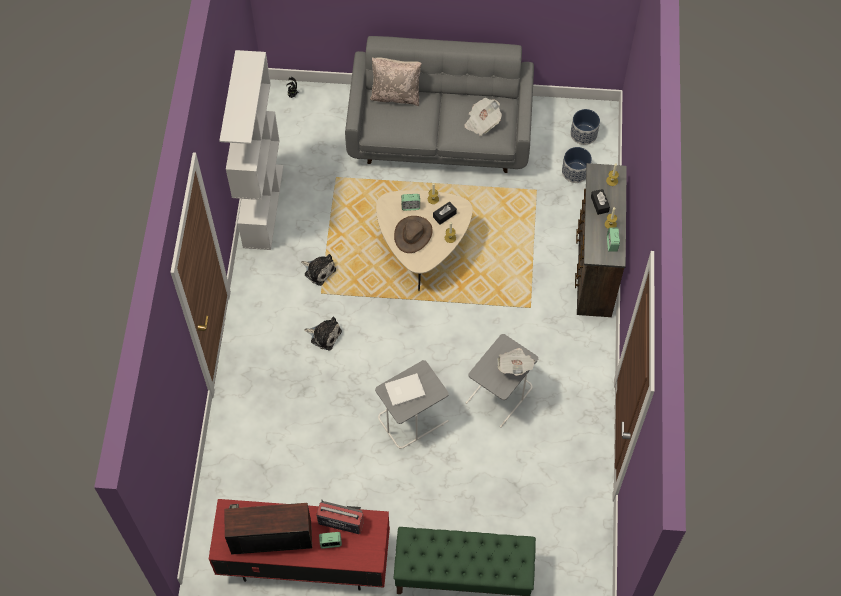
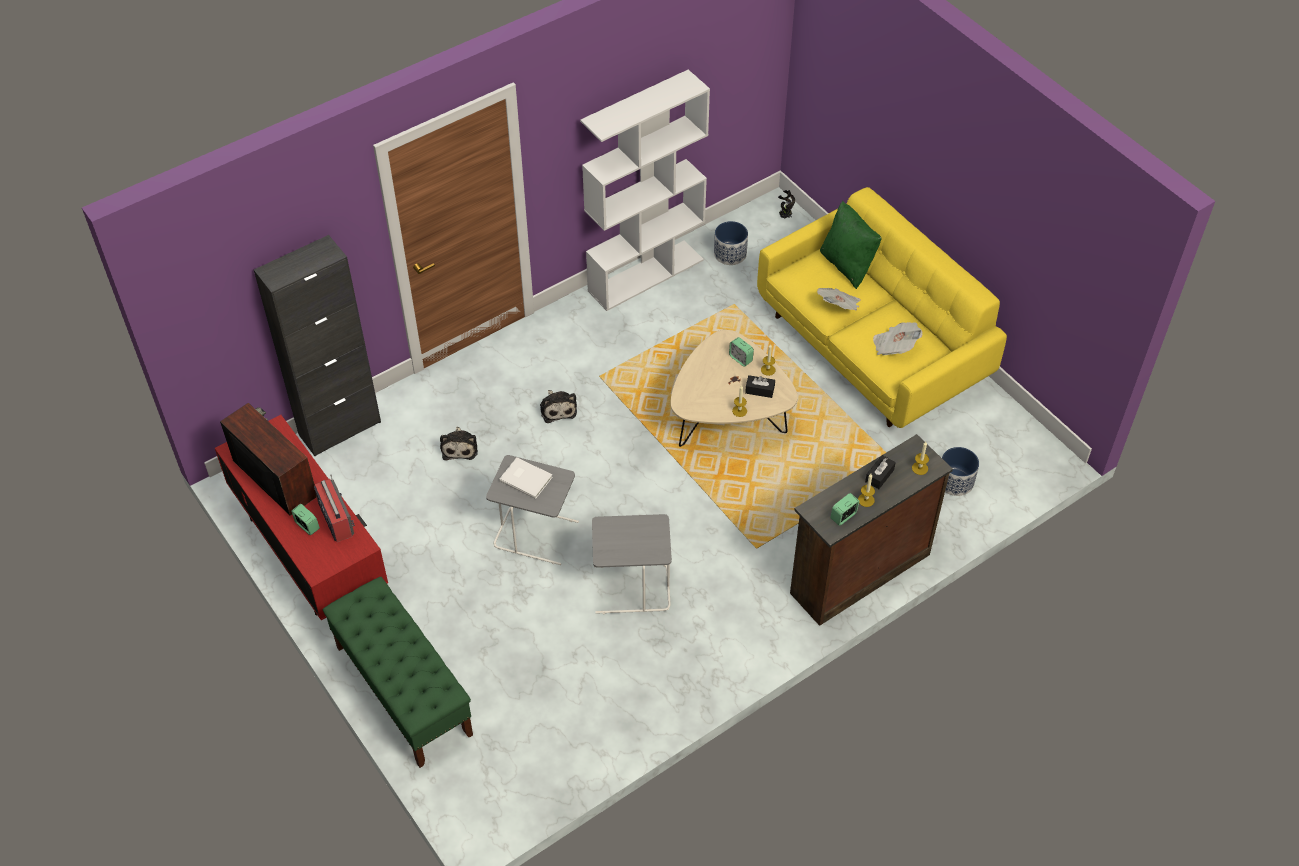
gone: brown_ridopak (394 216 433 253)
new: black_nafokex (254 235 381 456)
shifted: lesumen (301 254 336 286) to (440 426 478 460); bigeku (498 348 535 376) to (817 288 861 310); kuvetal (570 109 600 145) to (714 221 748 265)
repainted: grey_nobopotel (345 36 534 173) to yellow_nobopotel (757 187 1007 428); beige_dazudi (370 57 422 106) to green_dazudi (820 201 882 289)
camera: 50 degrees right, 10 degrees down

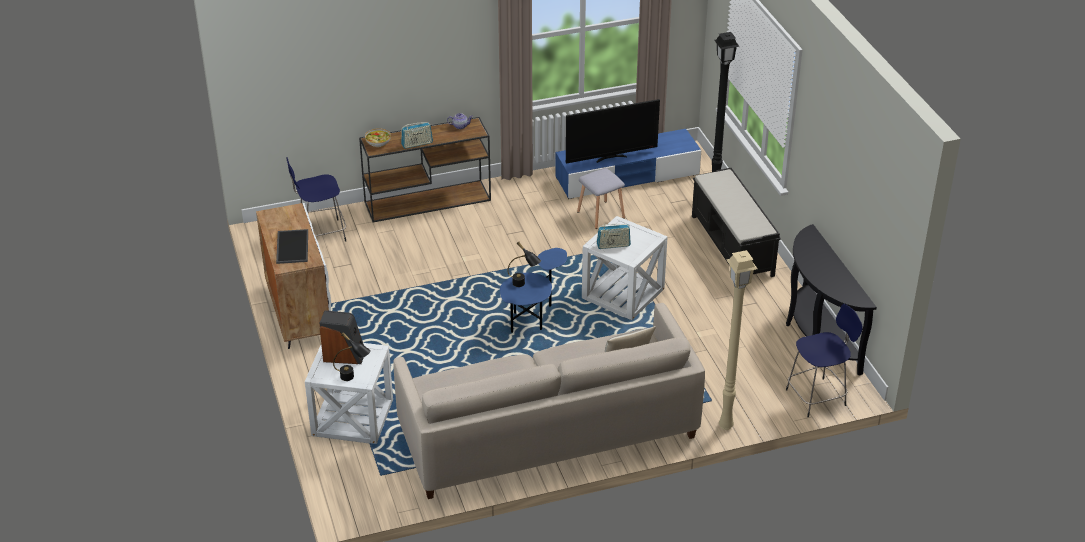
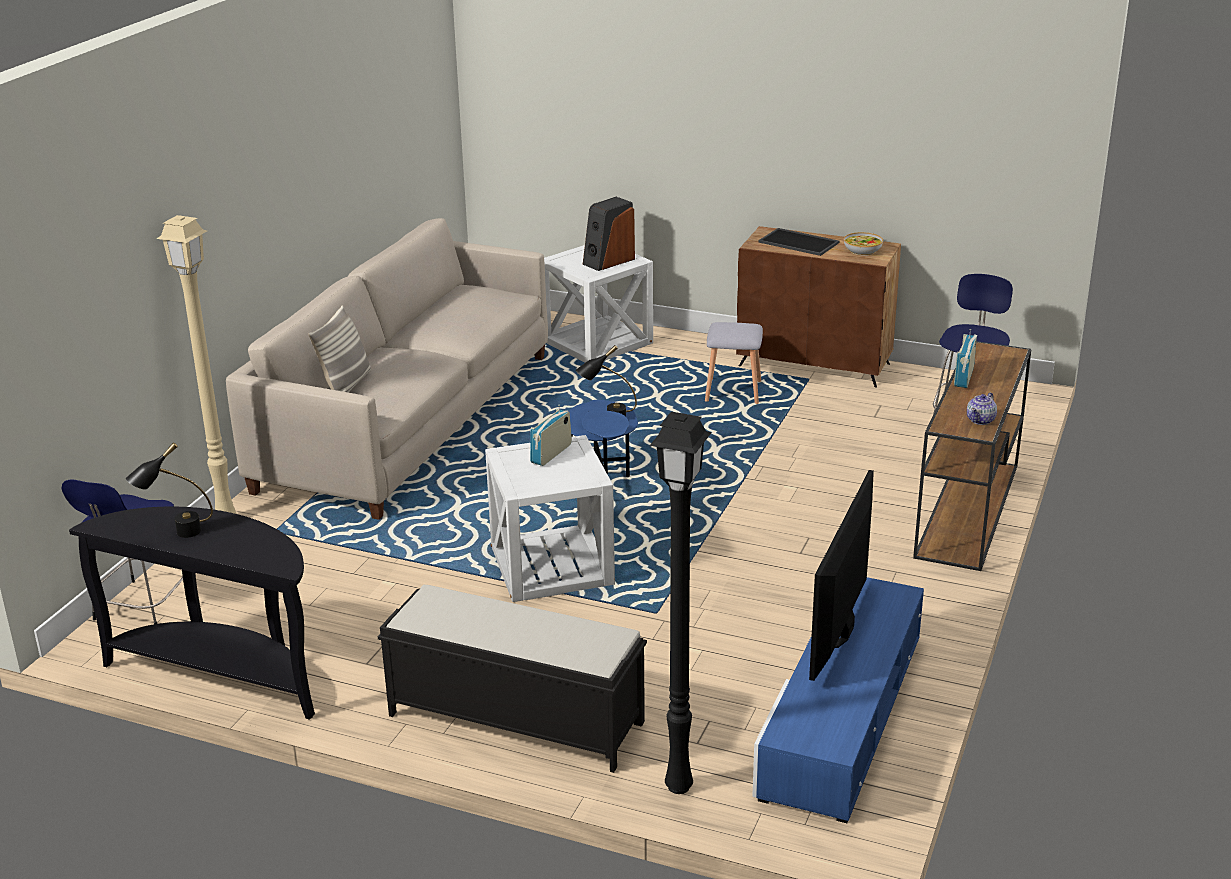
shifted: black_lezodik (333 332 371 381) to (126 443 213 538); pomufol (365 128 391 147) to (844 232 883 256); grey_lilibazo (577 168 625 229) to (705 322 763 404)
repainted: white_nafokex (256 203 331 349) to brown_nafokex (736 226 901 387)
camera: 130 degrees right, 10 degrees down

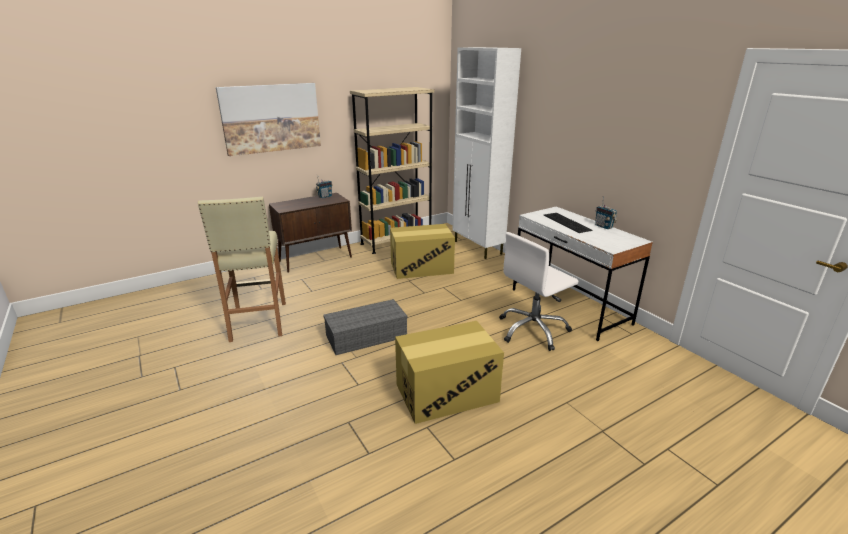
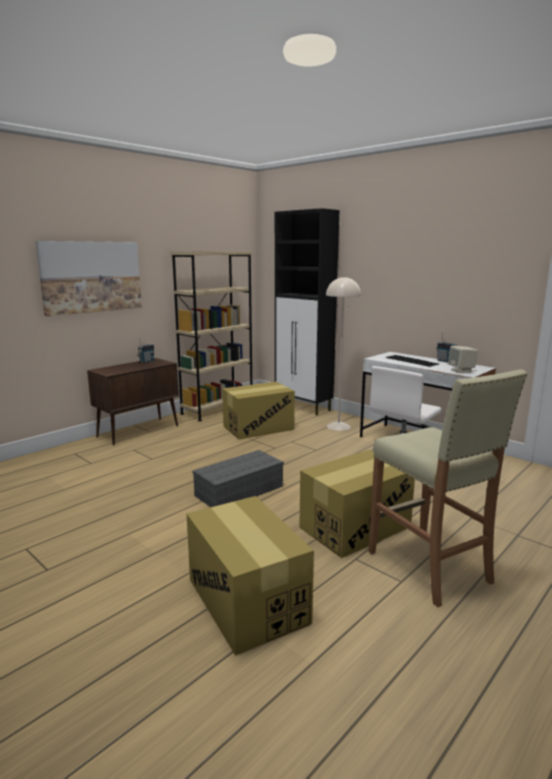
new: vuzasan (186 496 314 656); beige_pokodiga (326 276 361 431); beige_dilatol (448 346 478 373)
shifted: beige_lilibazo (198 197 286 342) to (368 369 528 607)
repainted: white_nafokex (453 47 521 259) to black_nafokex (275 208 339 415)
camera: 15 degrees left, 10 degrees down

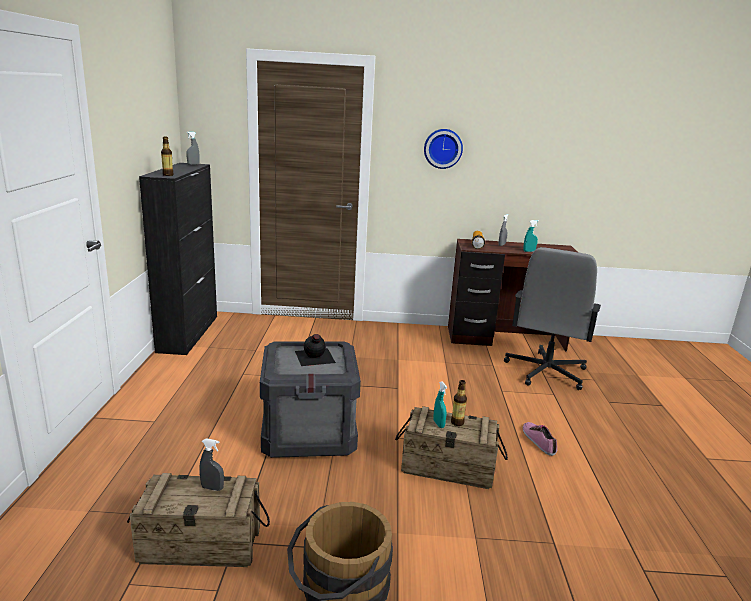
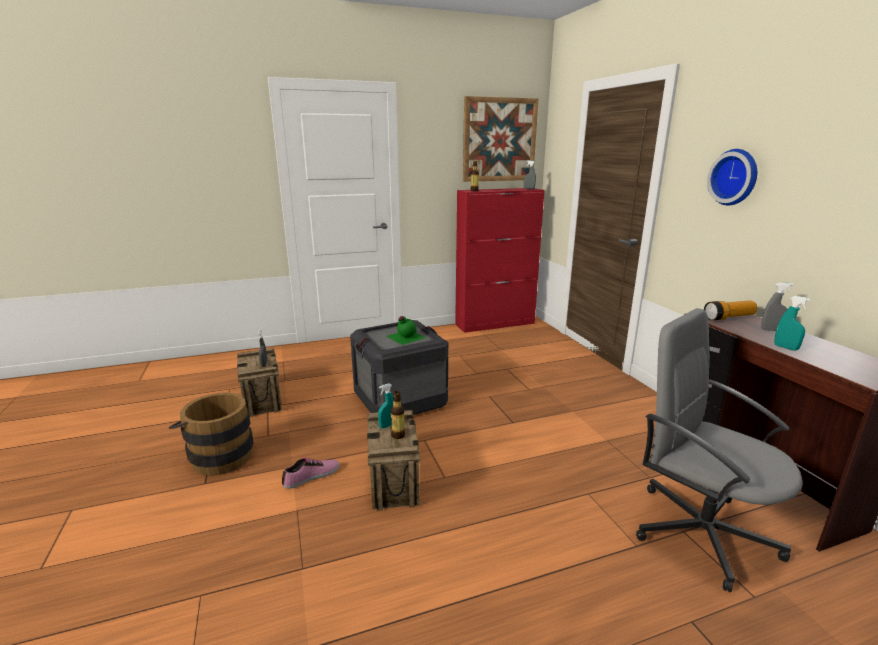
new: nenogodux (463 96 538 182)
shifted: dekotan (523 422 557 456) to (282 458 340 489)
repainted: black_nafokex (139 163 217 355) to red_nafokex (455 188 545 333); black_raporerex (295 334 336 366) to green_raporerex (386 316 426 345)
rotated: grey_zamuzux (504 247 601 390) = (636 308 803 592) 45 degrees clockwise
camera: 70 degrees right, 0 degrees up

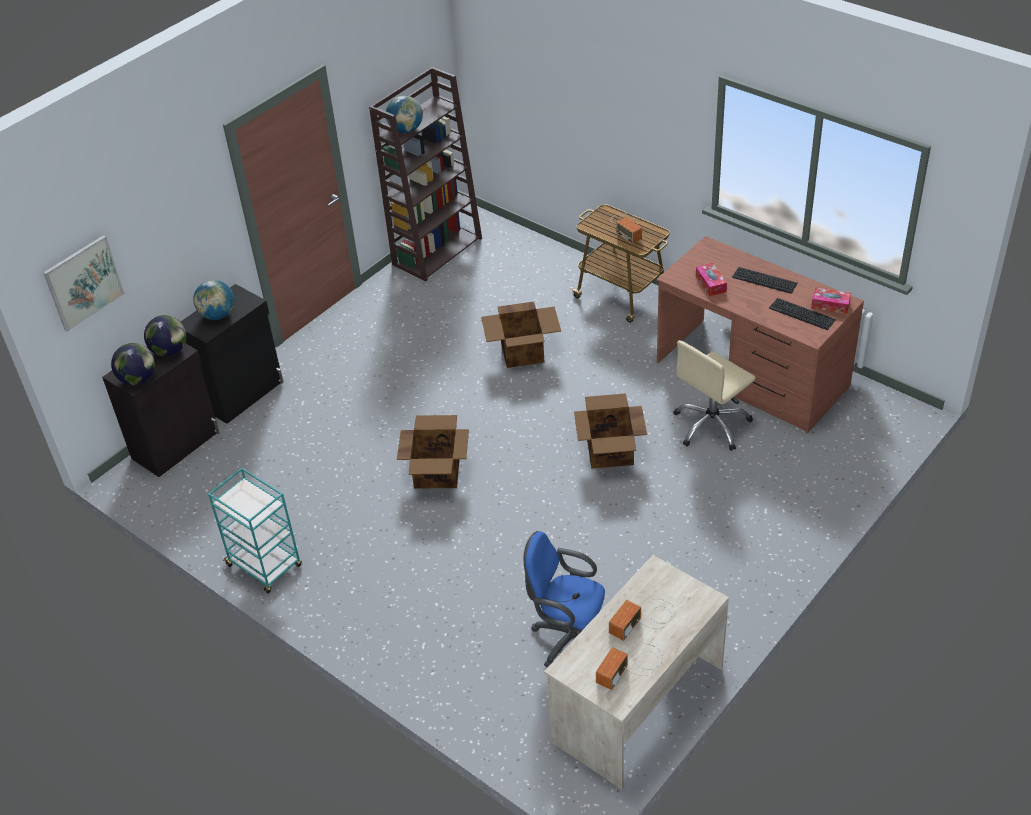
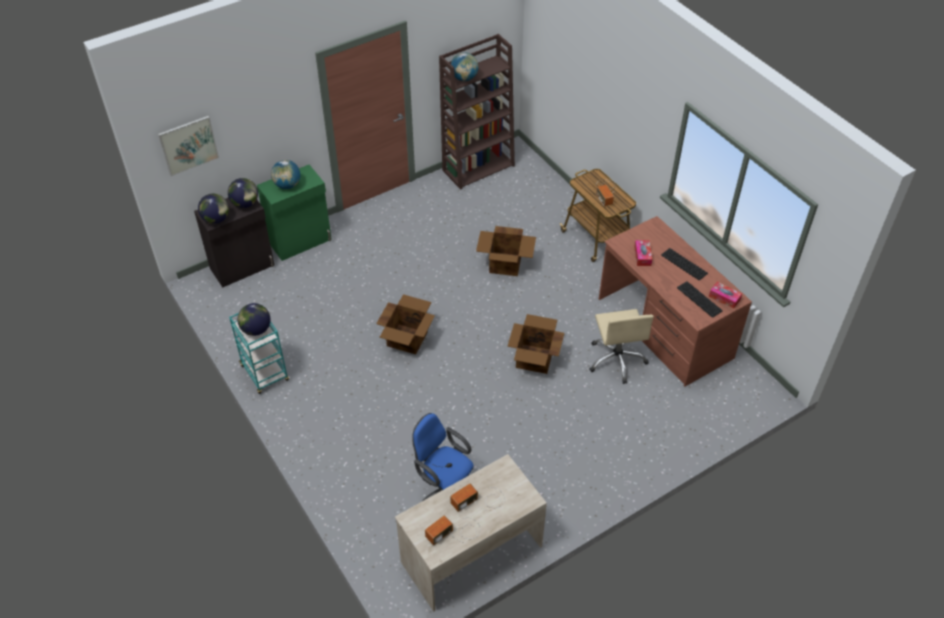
new: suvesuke (237 303 271 336)
repainted: black_nafokex (181 284 284 424) to green_nafokex (257 165 332 261)
rotated: beige_zamuzux (673 340 756 451) = (589 309 654 384) 75 degrees counterclockwise
camera: 15 degrees right, 5 degrees up

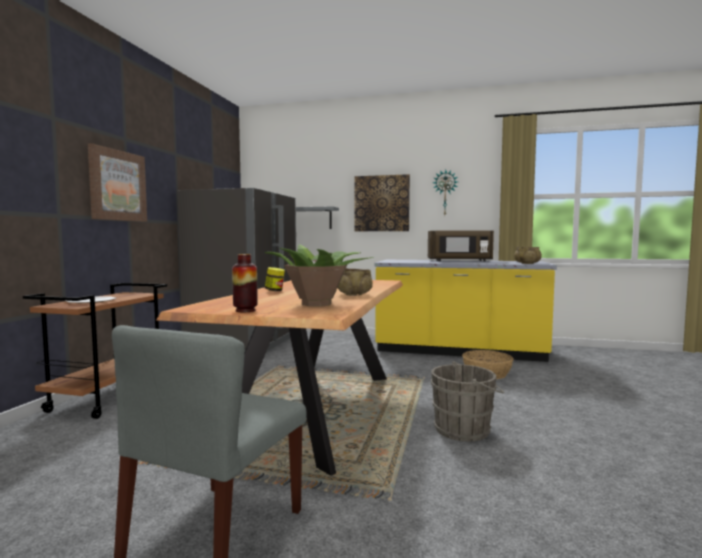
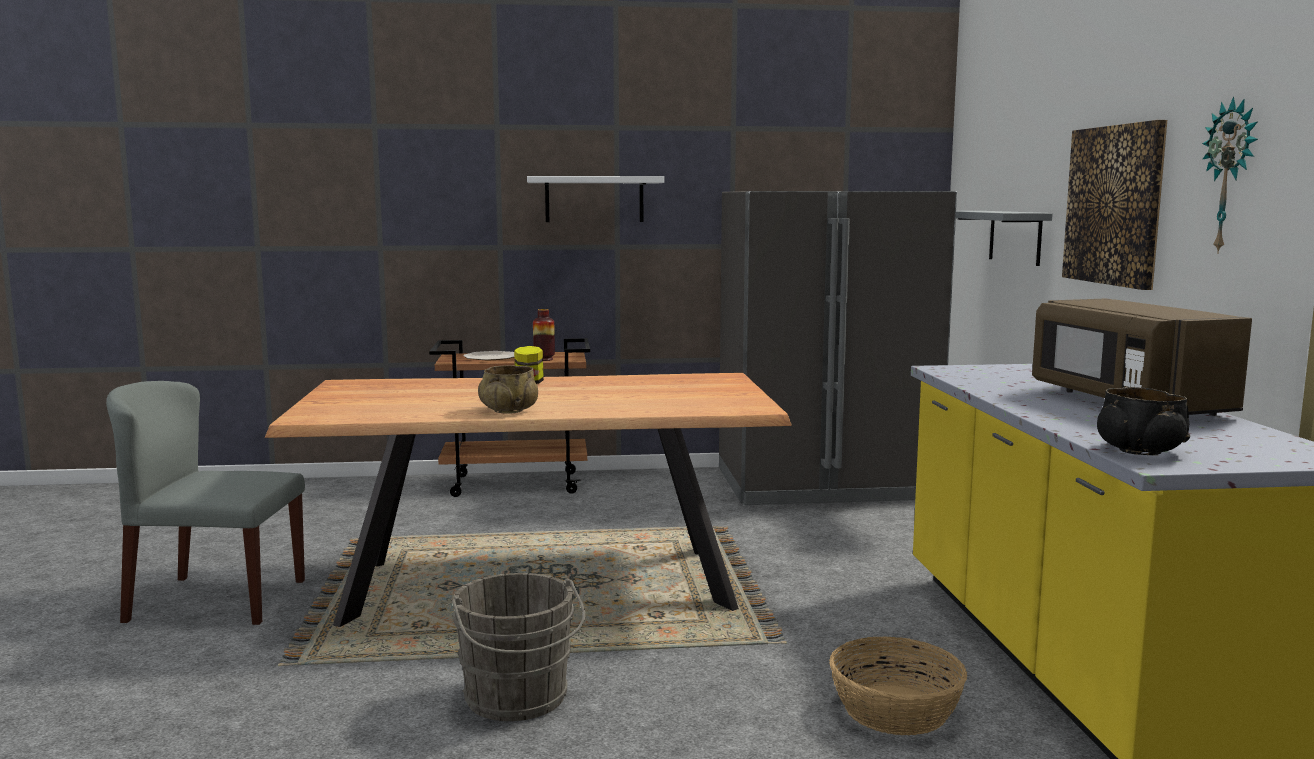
gone: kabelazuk (265 244 373 307)
shifted: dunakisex (232 254 258 312) to (533 309 555 361)
swapped: nenogodux (88 143 147 222) to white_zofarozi (527 176 664 222)
repainted: beige_pomufol (514 247 542 264) to black_pomufol (1097 387 1190 455)
camera: 70 degrees right, 5 degrees up

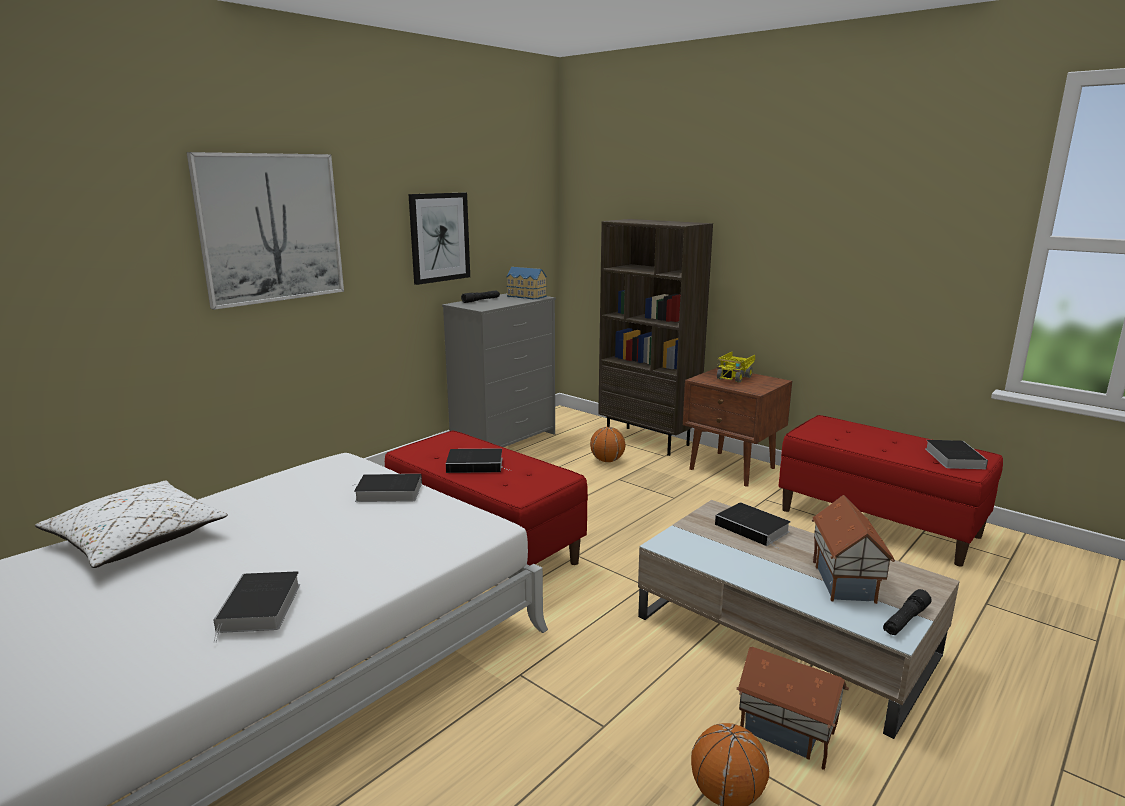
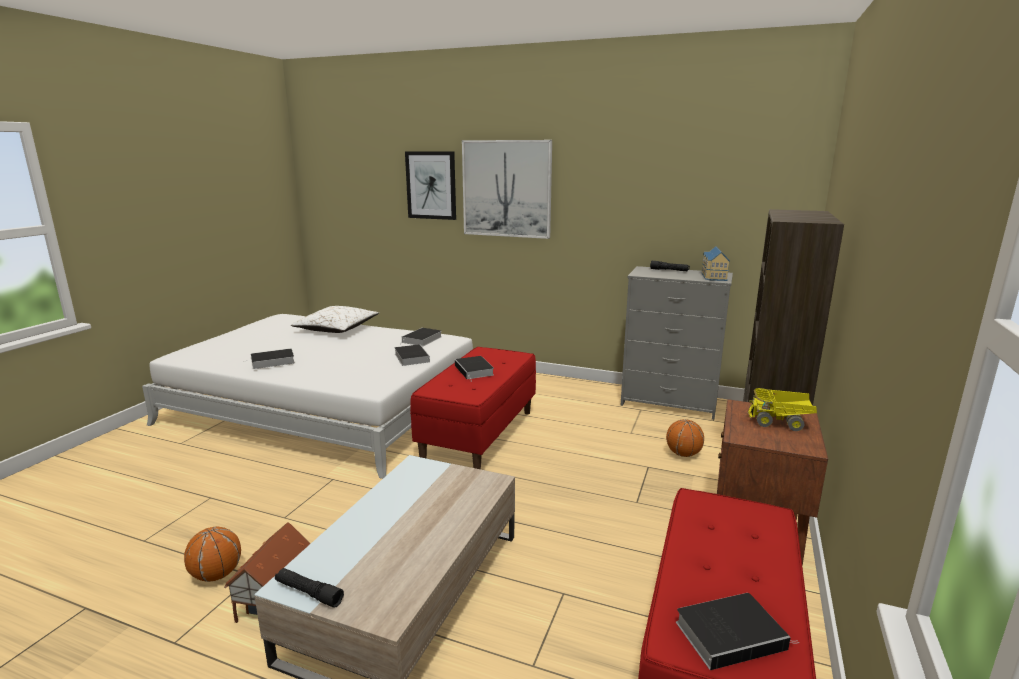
gone: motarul (812 495 895 604)
shifted: nenogodux (408 193 470 285) to (405 151 456 220); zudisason (715 502 791 549) to (399 328 441 346)
camera: 70 degrees right, 0 degrees up

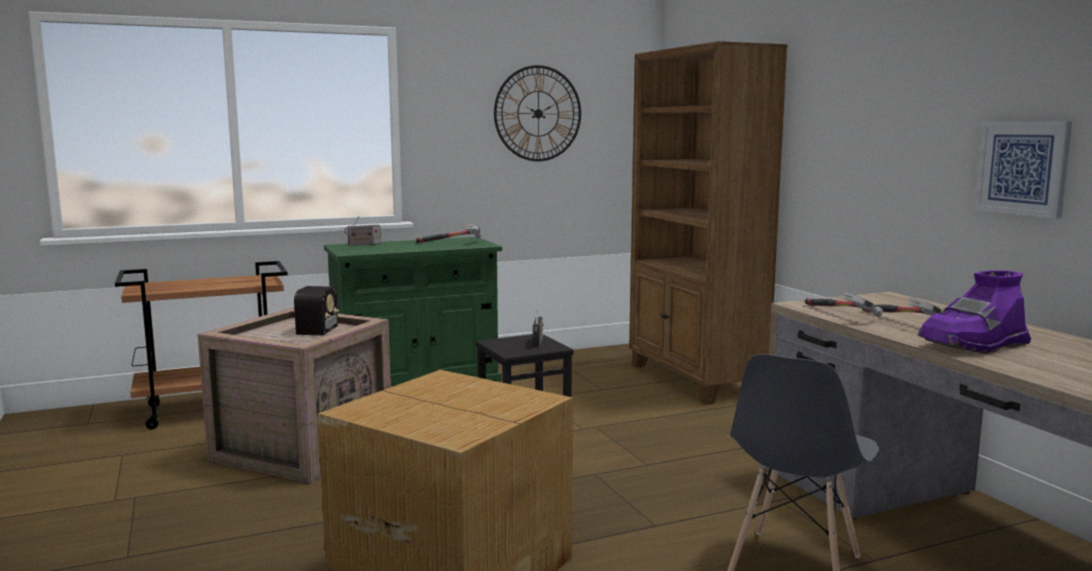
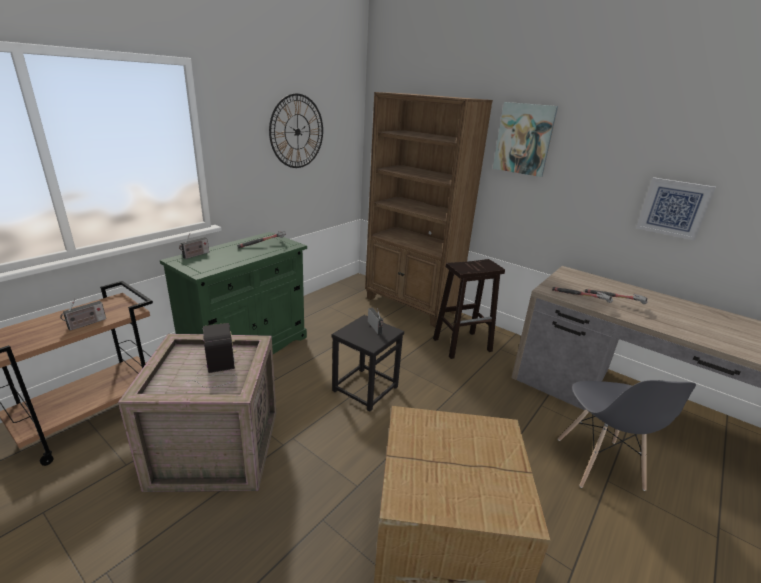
gone: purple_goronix (918 270 1031 354)
new: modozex (60 299 106 331); brown_lilibazo (433 259 505 359); nenogodux (493 102 558 177)
camera: 30 degrees left, 15 degrees up

